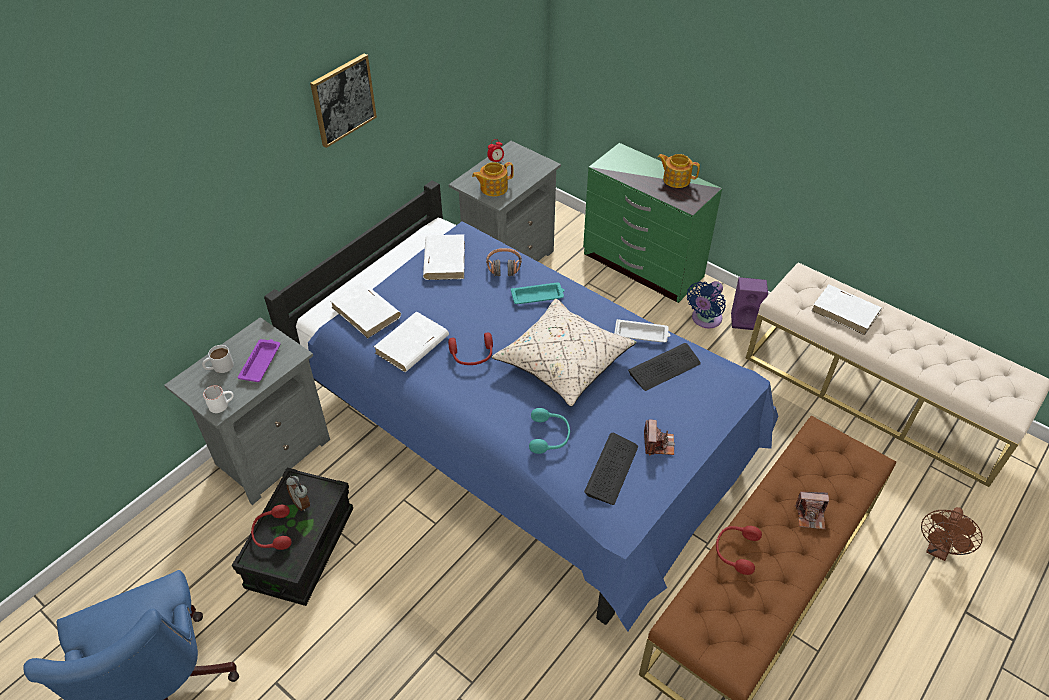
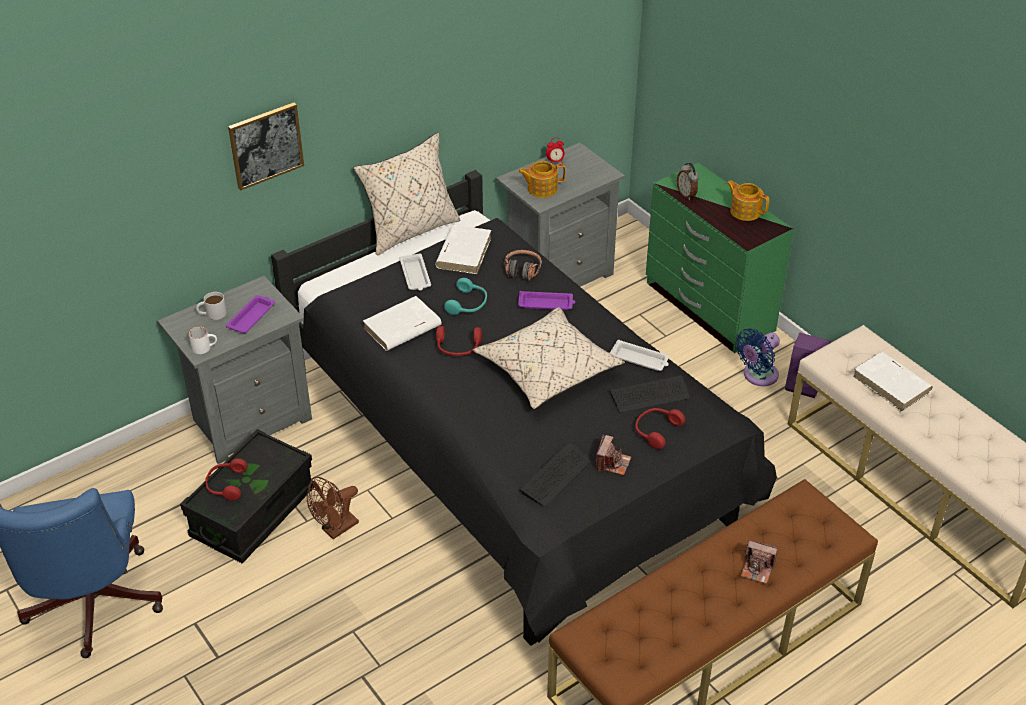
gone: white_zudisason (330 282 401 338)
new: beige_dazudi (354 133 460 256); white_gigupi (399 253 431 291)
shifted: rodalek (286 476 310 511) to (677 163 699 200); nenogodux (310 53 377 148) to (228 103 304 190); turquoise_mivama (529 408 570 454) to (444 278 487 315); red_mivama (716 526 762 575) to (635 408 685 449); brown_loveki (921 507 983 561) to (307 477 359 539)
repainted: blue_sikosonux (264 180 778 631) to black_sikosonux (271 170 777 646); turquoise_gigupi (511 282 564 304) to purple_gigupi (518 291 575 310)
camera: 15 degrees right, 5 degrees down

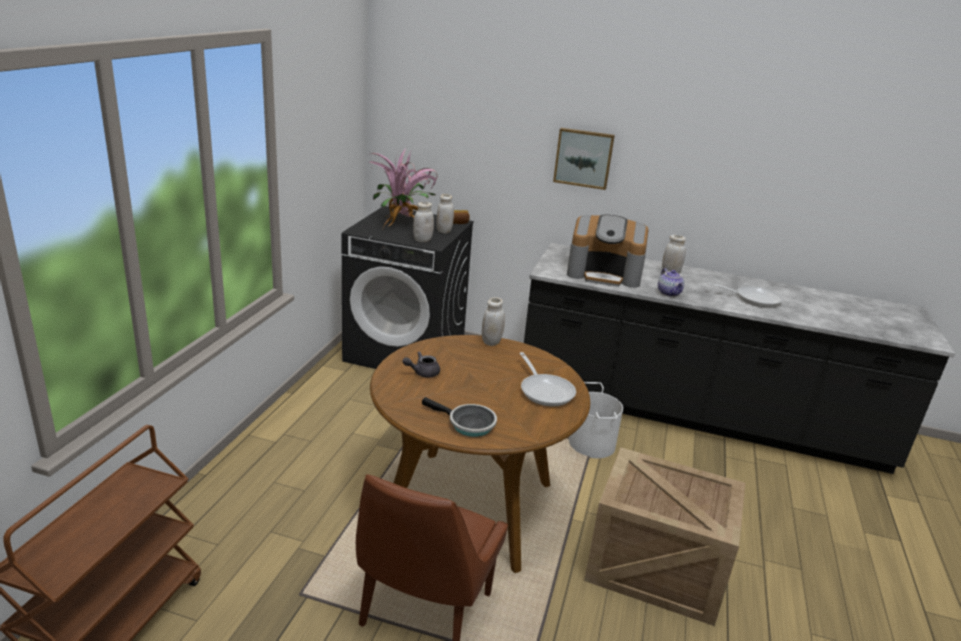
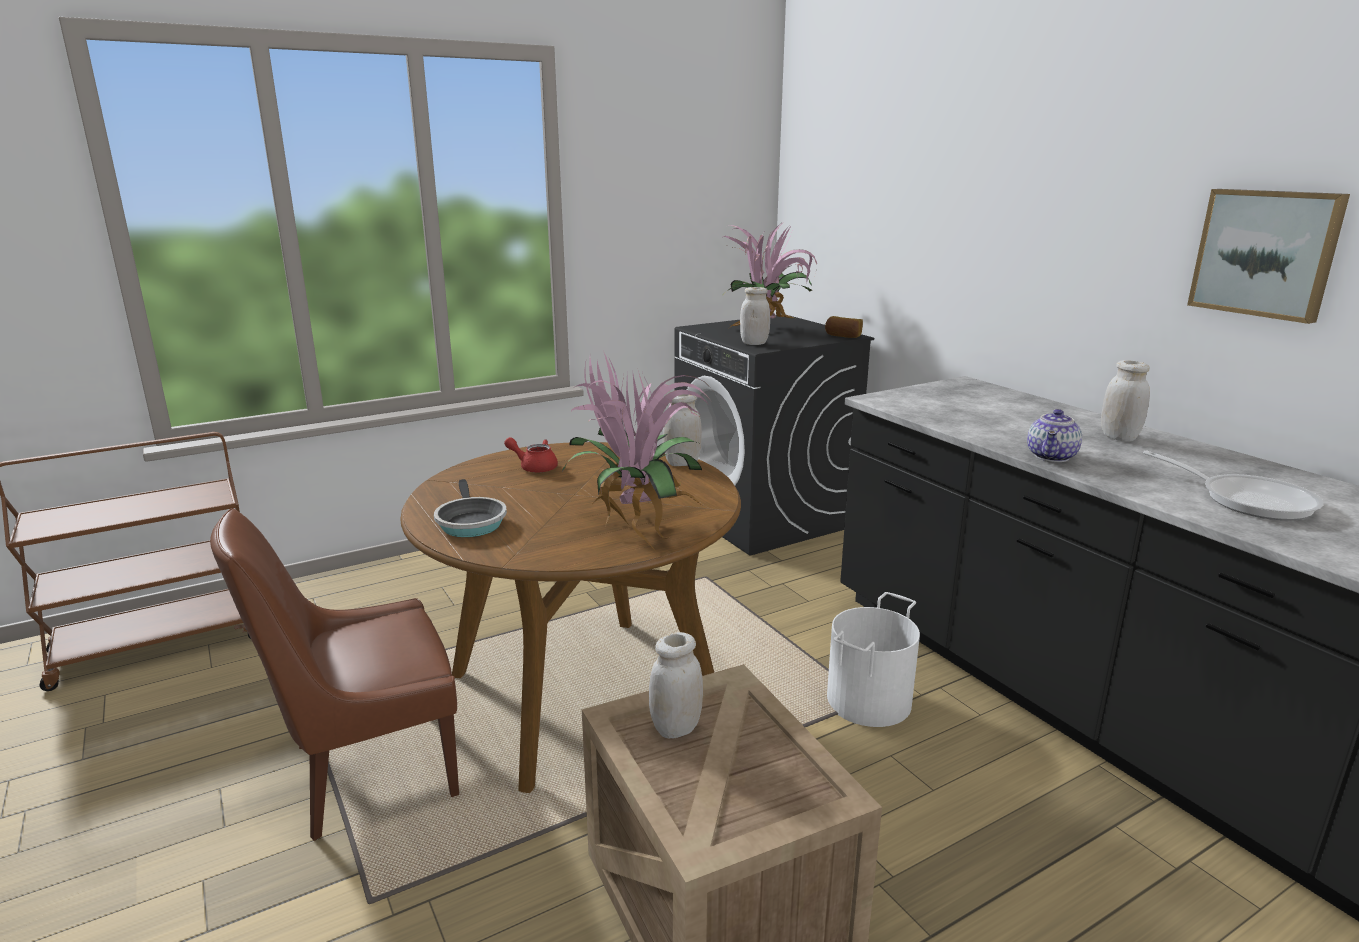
gone: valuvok (567 215 648 288)
shifted: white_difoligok (436 194 454 234) to (649 632 703 739); nenogodux (553 128 615 190) to (1187 189 1350 324)
swapped: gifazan (519 352 576 406) to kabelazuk (562 350 709 550)
repainted: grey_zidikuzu (402 351 440 377) to red_zidikuzu (504 437 558 473)
camera: 45 degrees right, 5 degrees down

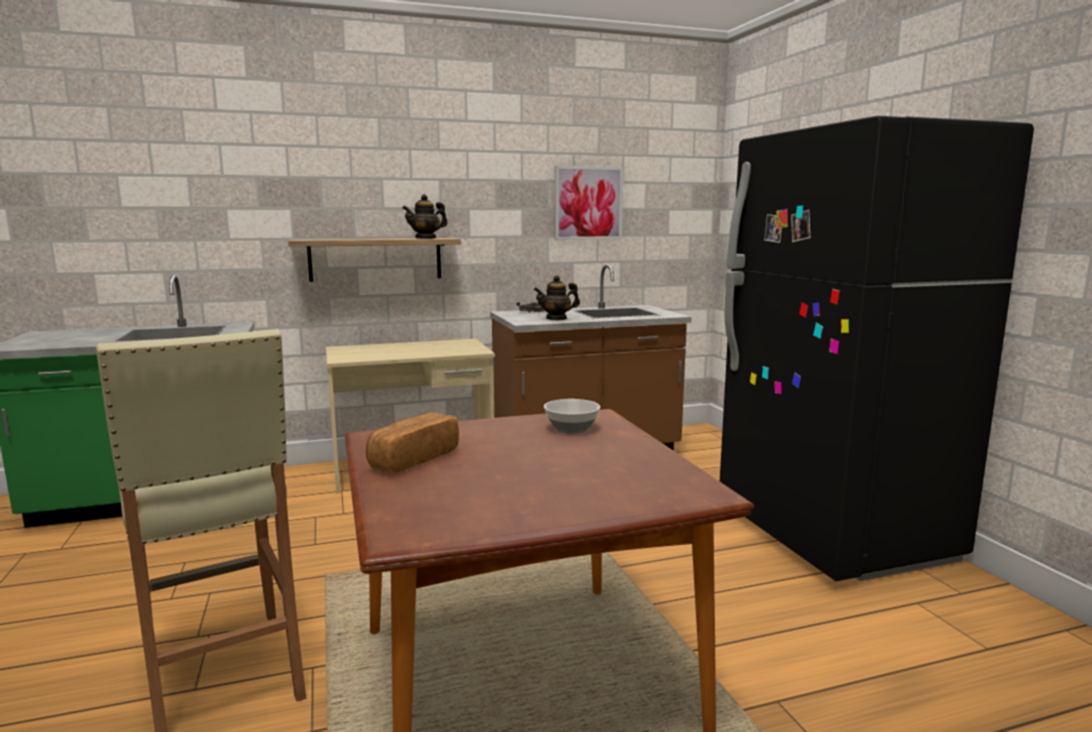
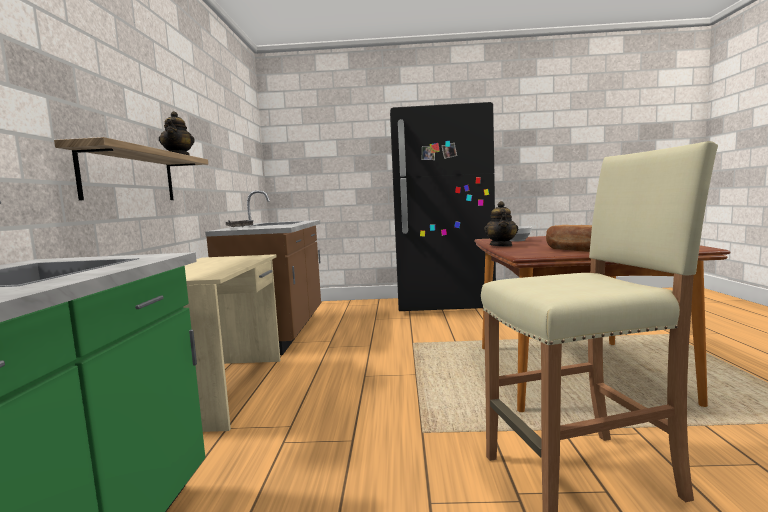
gone: nenogodux (555 166 624 240)
shifted: zidikuzu (534 275 580 320) to (484 201 518 247)
camera: 70 degrees left, 5 degrees down

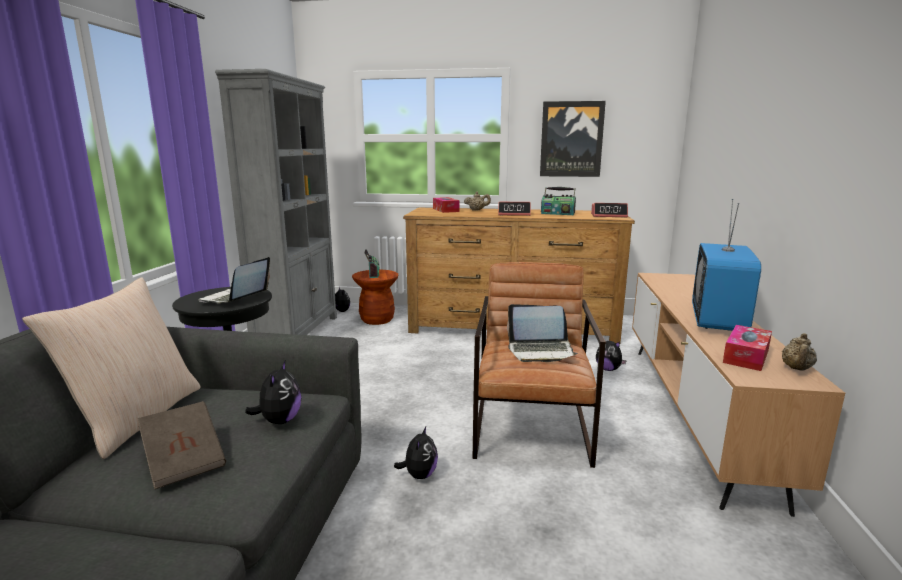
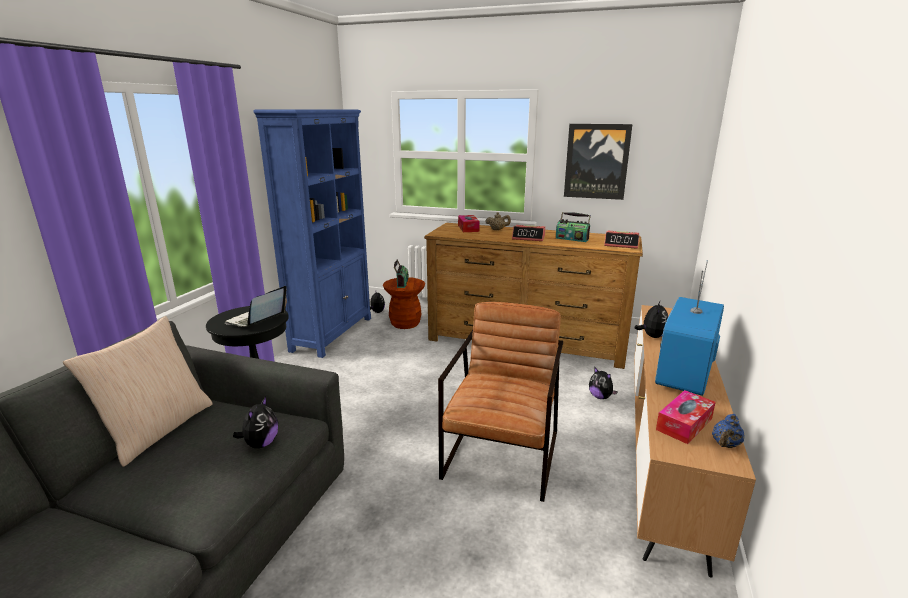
gone: brown_zudisason (138 401 226 489); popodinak (507 304 578 362)
shifted: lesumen (394 426 438 479) to (634 300 668 338)
repainted: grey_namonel (215 69 337 335) to blue_namonel (254 109 371 358); beige_zidikuzu (782 333 817 371) to blue_zidikuzu (712 414 745 448)
camera: 10 degrees right, 5 degrees up

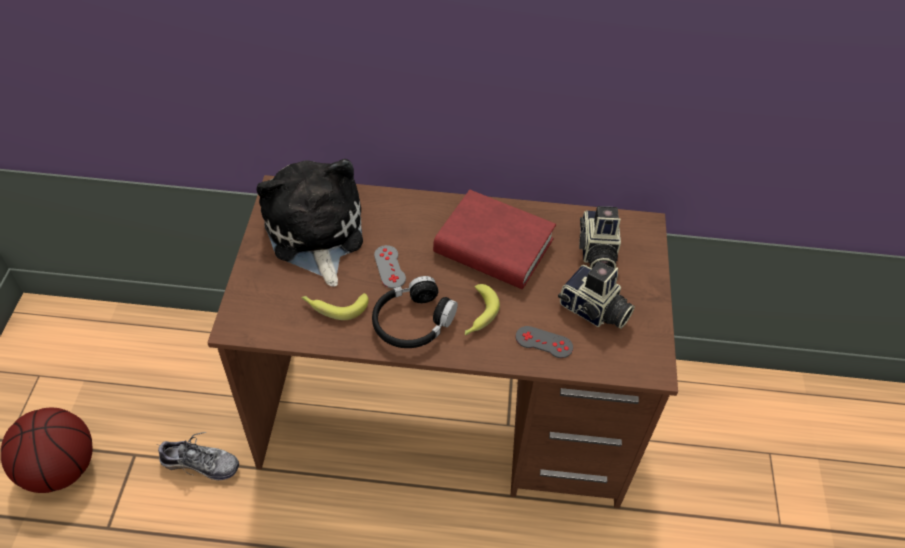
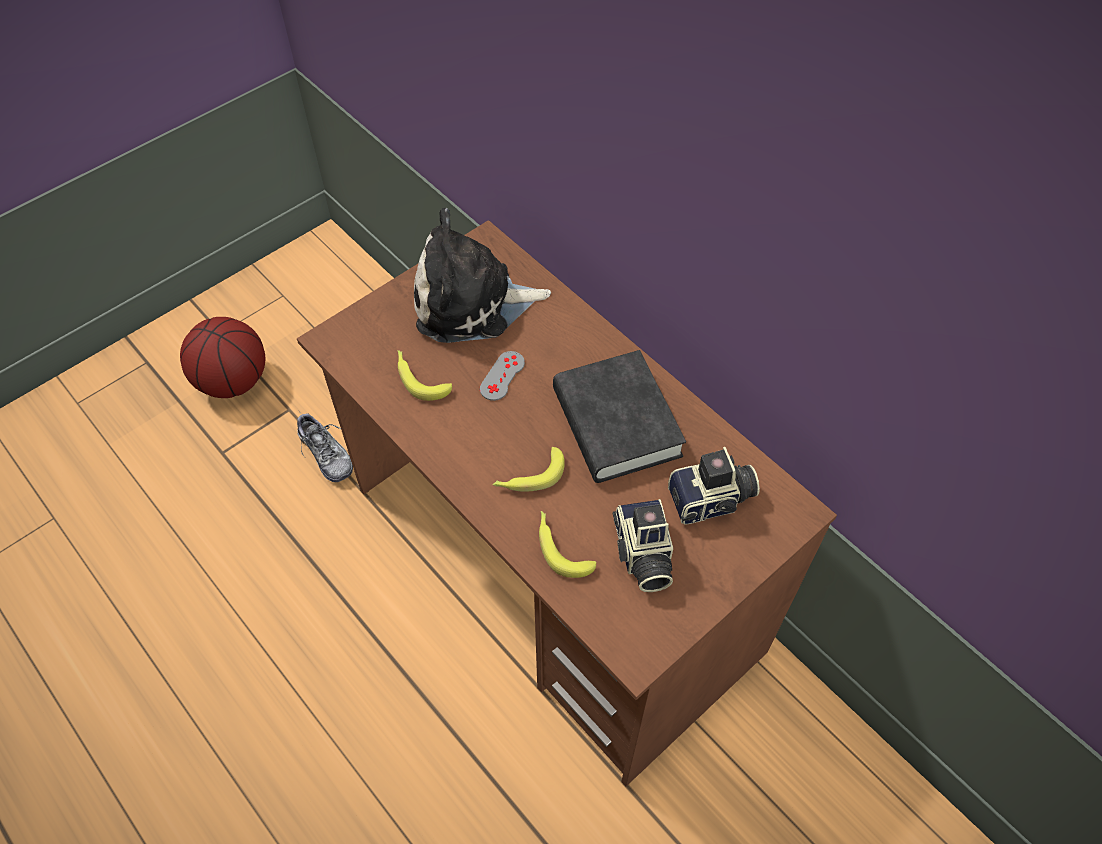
gone: black_mivama (372 276 458 348)
swapped: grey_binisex (515 326 573 358) to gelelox (539 511 597 578)
repainted: red_zudisason (433 190 556 289) to black_zudisason (553 350 686 483)
rotated: lesumen (257 159 363 287) = (414 208 551 343) 120 degrees counterclockwise; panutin (579 206 621 269) = (668 447 760 525) 150 degrees counterclockwise
camera: 45 degrees right, 5 degrees up

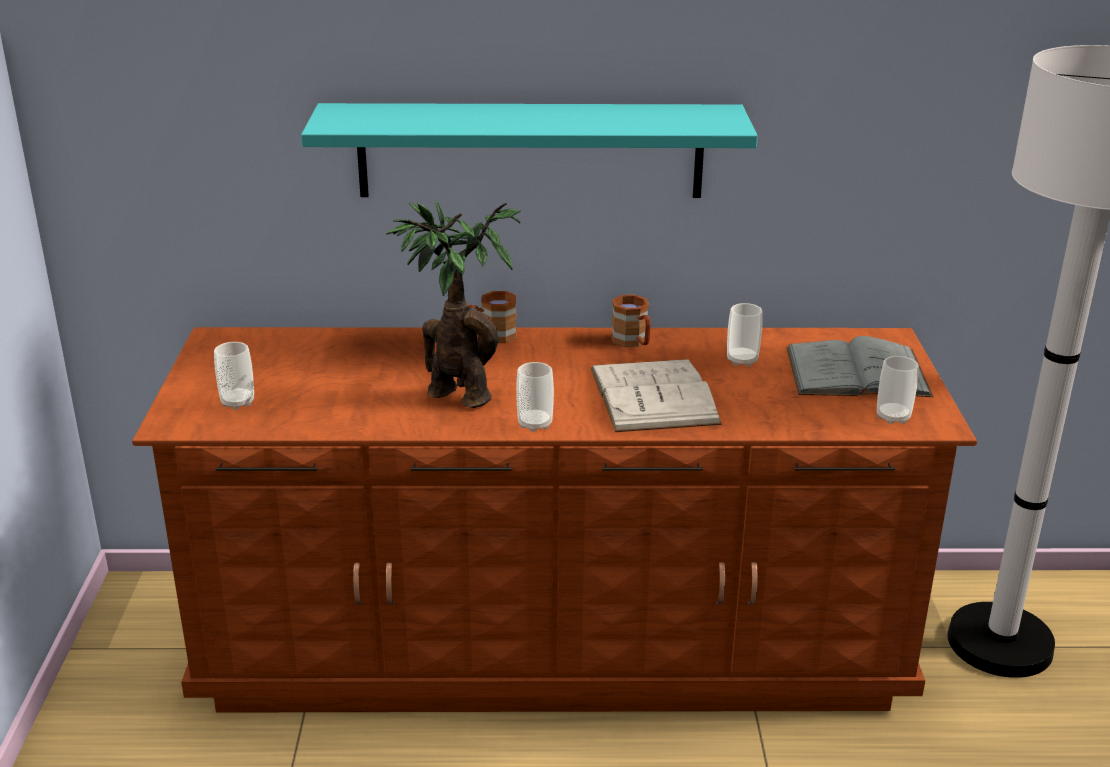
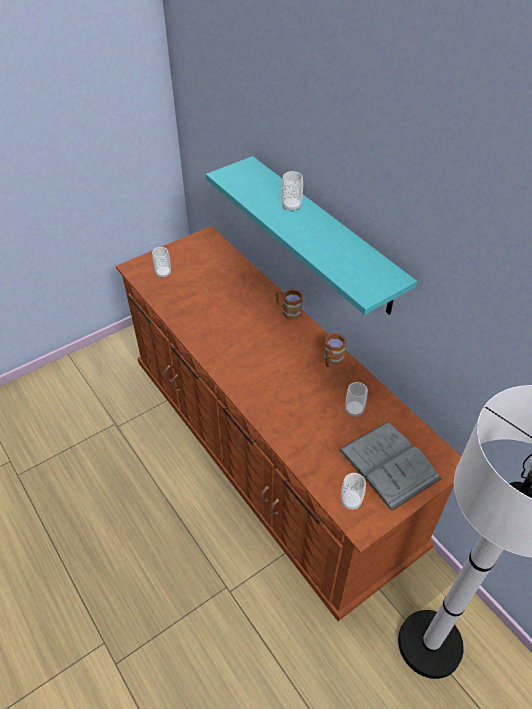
gone: kabelazuk (386 200 521 408); white_zudisason (591 359 722 432)
shifted: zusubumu (516 362 554 432) to (282 171 303 212)
camera: 55 degrees right, 20 degrees up

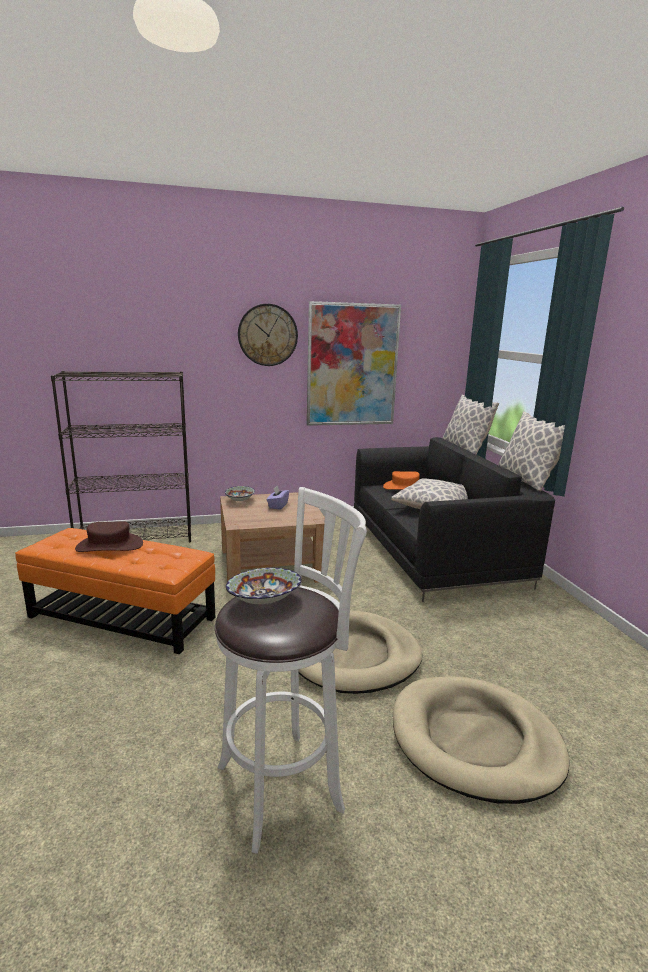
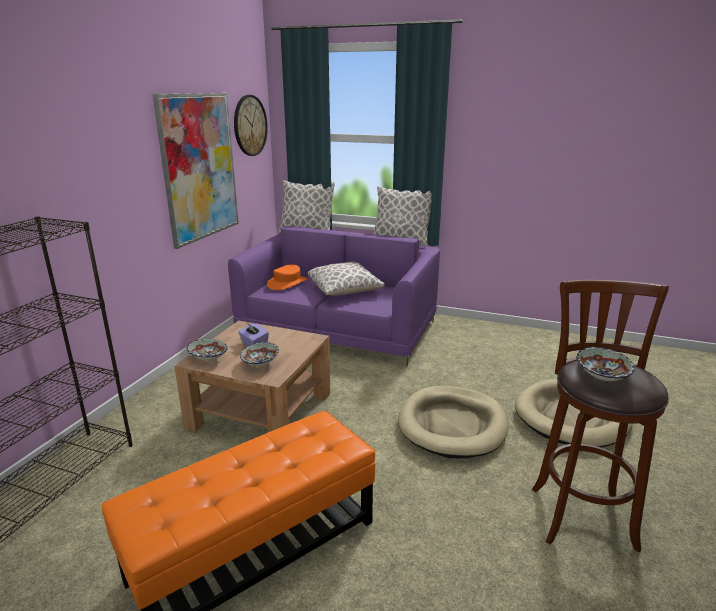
gone: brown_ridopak (75 521 143 552)
new: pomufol (240 342 279 366)
shifted: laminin (238 304 298 366) to (234 95 268 156)
repainted: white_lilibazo (215 487 367 854) to brown_lilibazo (532 280 669 552); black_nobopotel (354 437 555 602) to purple_nobopotel (228 226 440 366)
camera: 55 degrees left, 5 degrees up

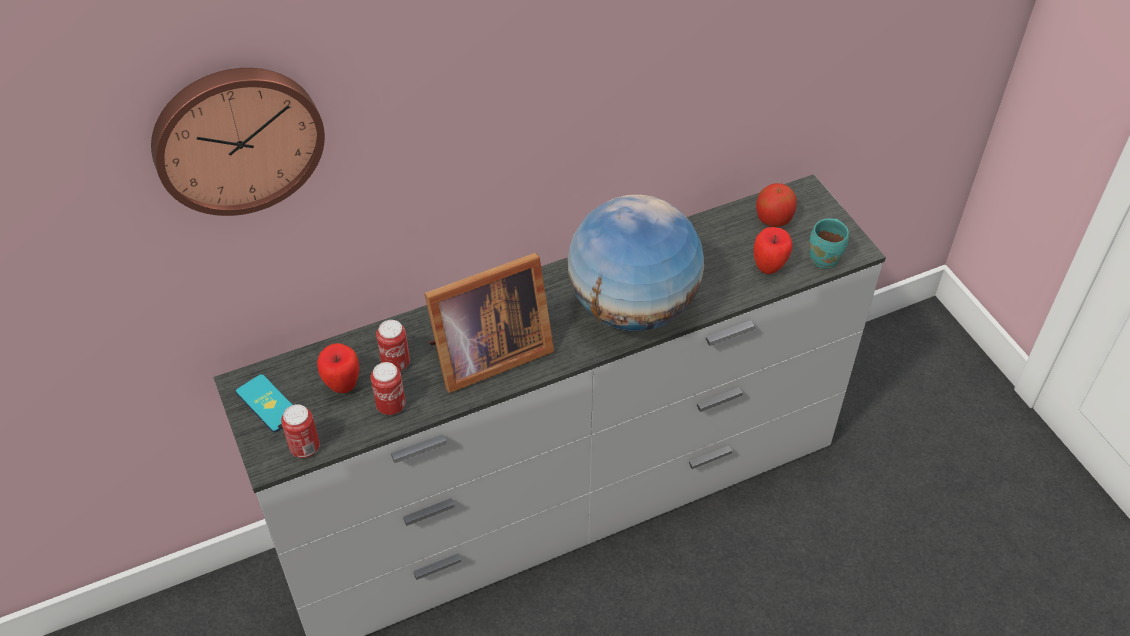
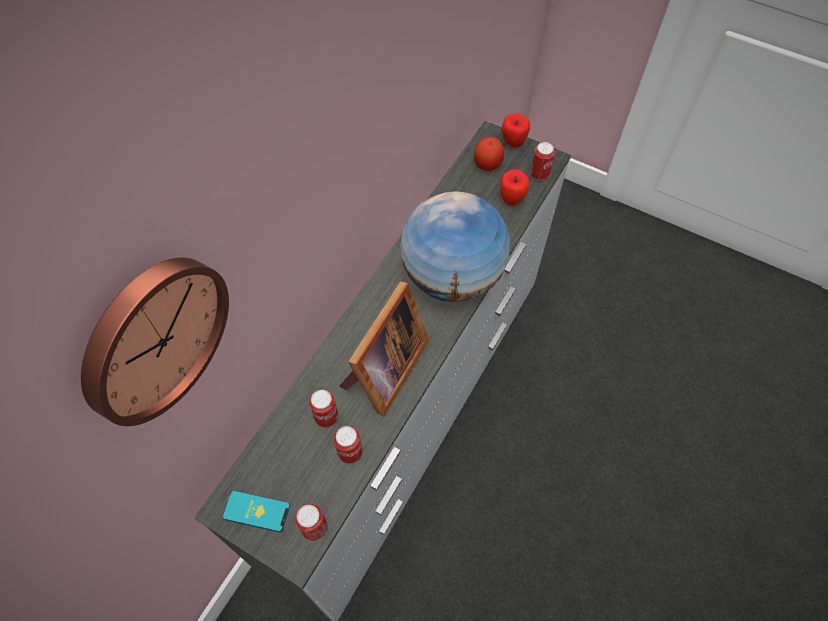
shifted: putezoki (317 343 359 393) to (502 113 530 148)
swapped: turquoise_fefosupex (810 218 849 269) to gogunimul (530 142 555 180)
camera: 35 degrees left, 10 degrees up

